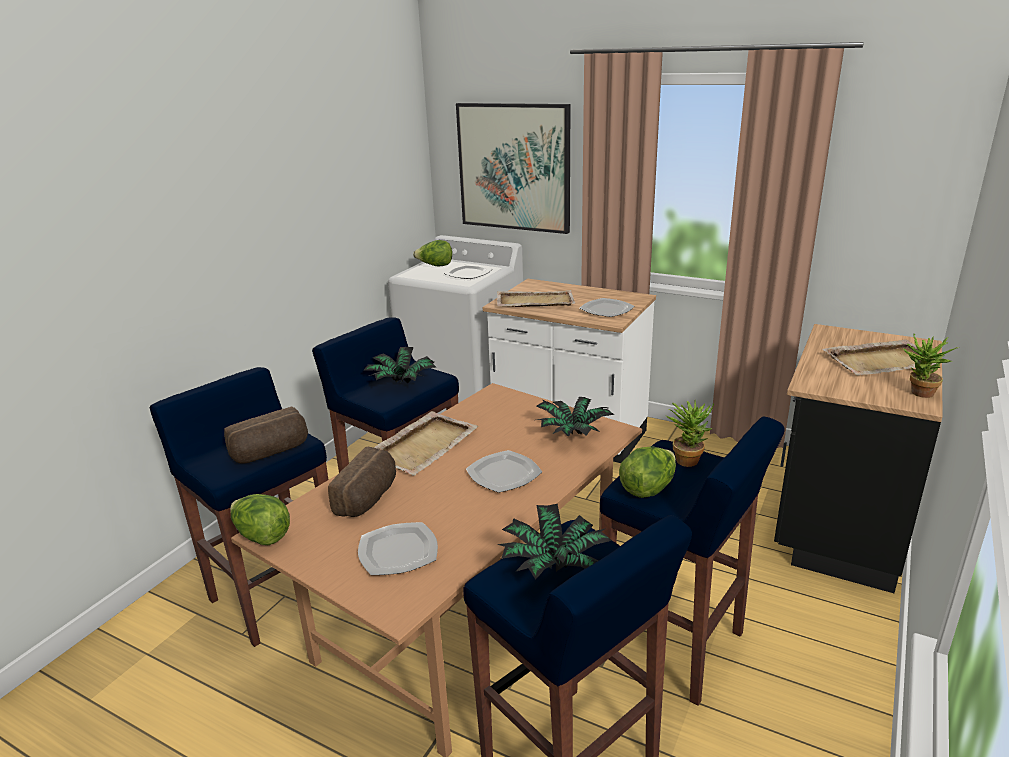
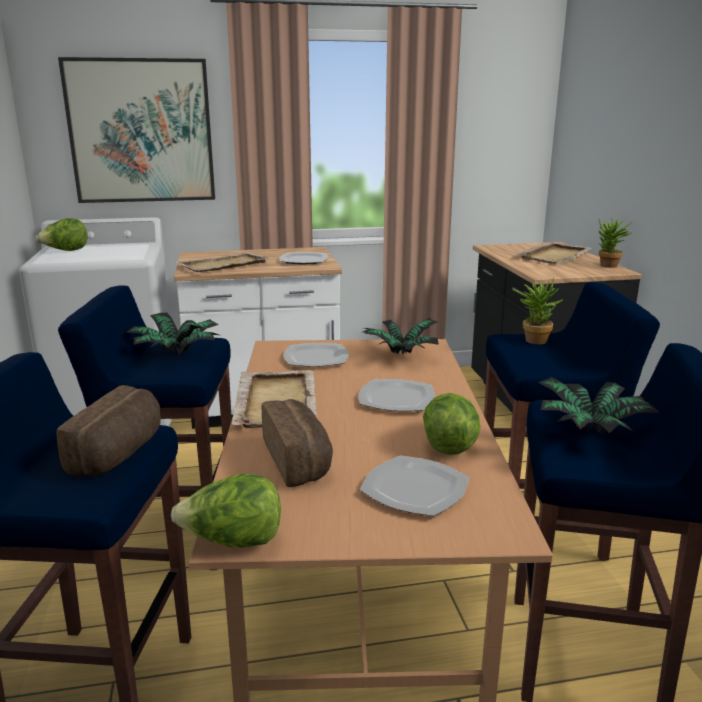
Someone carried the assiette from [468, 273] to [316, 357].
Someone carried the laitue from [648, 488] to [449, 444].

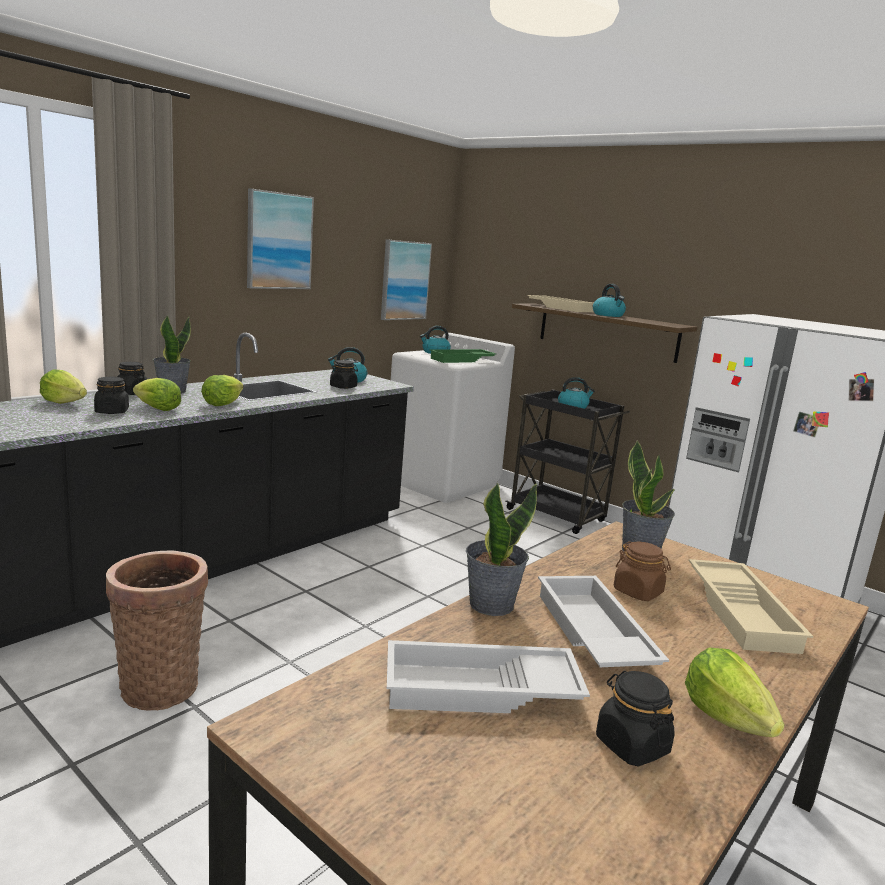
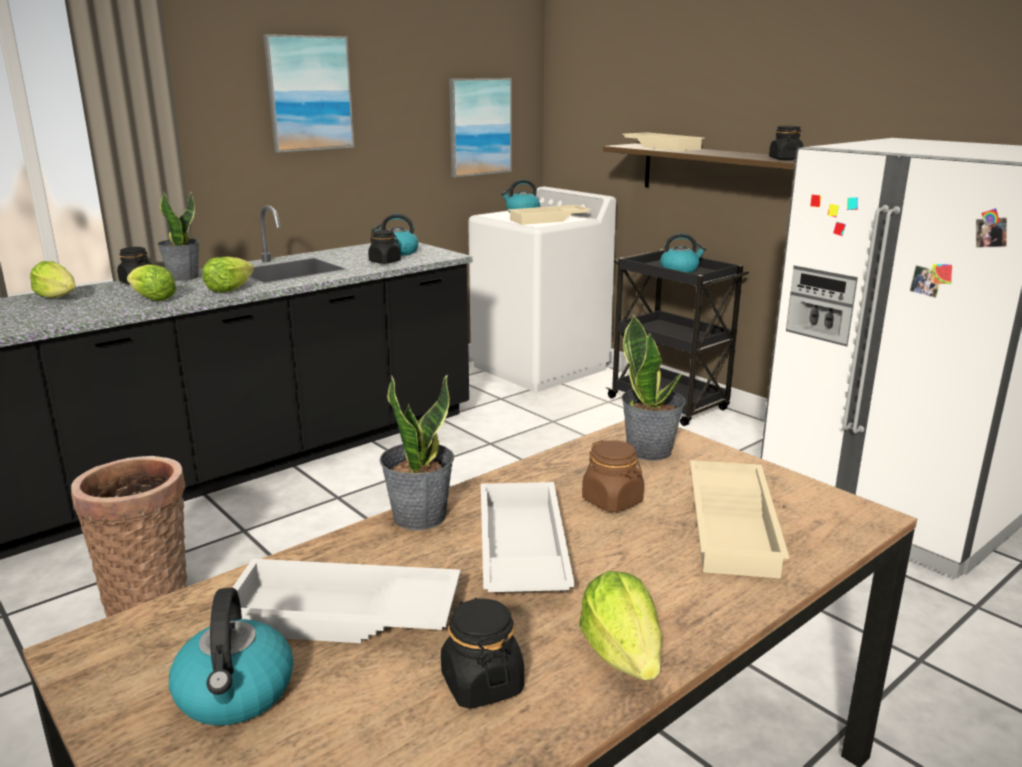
Someone carried the bouilloire from [608, 315] to [236, 694].
Someone repainted the plateau (vert) at [462, 360], which became the plateau (beige) at [549, 220].
Someone carried the bocal (noir) from [112, 411] to [785, 159].

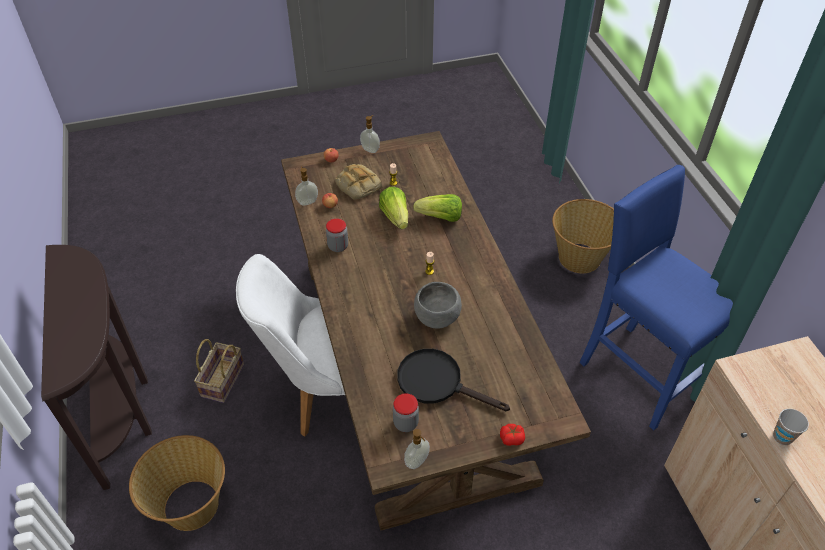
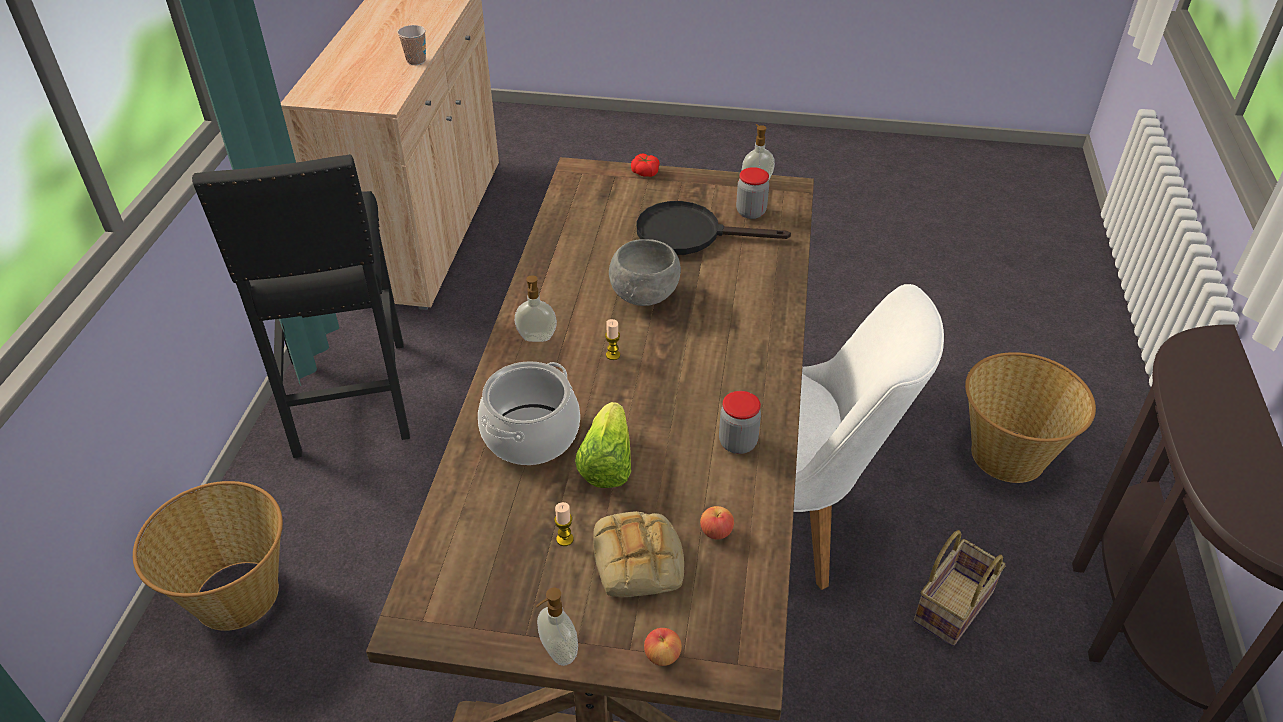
Someone repainted the tabouret (bleu) at [639, 373], which became the tabouret (noir) at [349, 400].
Someone carried the distributeur de savon from [307, 202] to [537, 338].
Someone swapped the laitue at [440, 217] for the marmite at [530, 434].
Someone rotated the poêle (noir) at [438, 382] by 135 degrees clockwise.

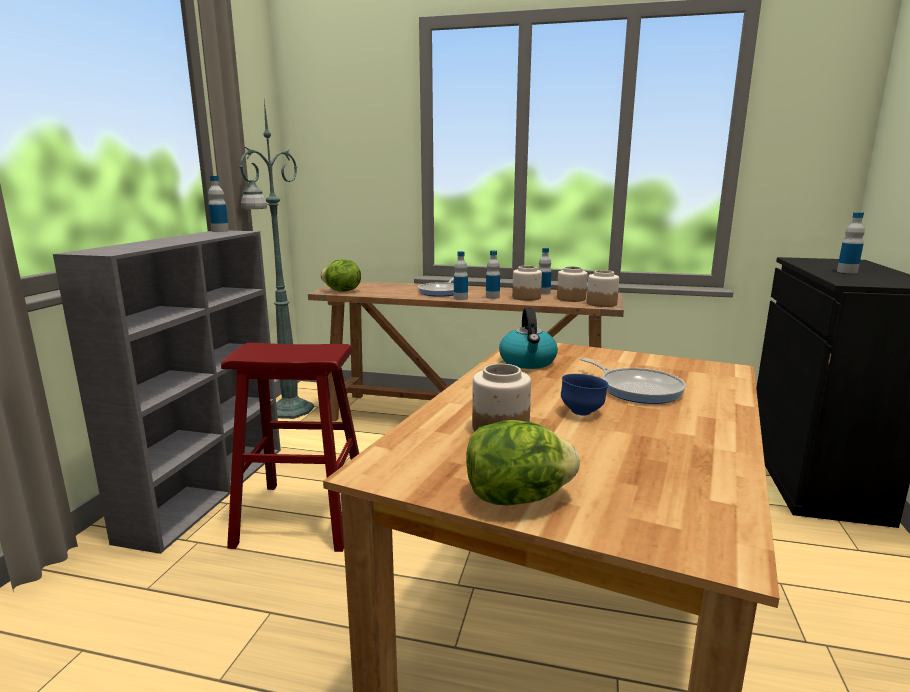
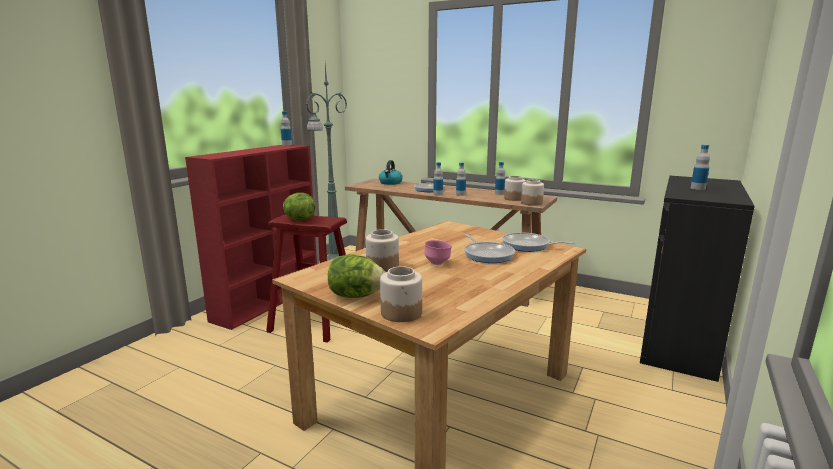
Someone repainted the bibliothèque (gris) at [208, 489], which became the bibliothèque (rouge) at [268, 301].
Someone carried the laitue from [341, 291] to [299, 220].
Someone carried the bocal from [526, 297] to [402, 313].
Someone carried the bouilloire from [528, 362] to [390, 183].
Someone repainted the bol (bleu) at [582, 412], which became the bol (rose) at [437, 263].
Someone put down the poêle at [528, 245].

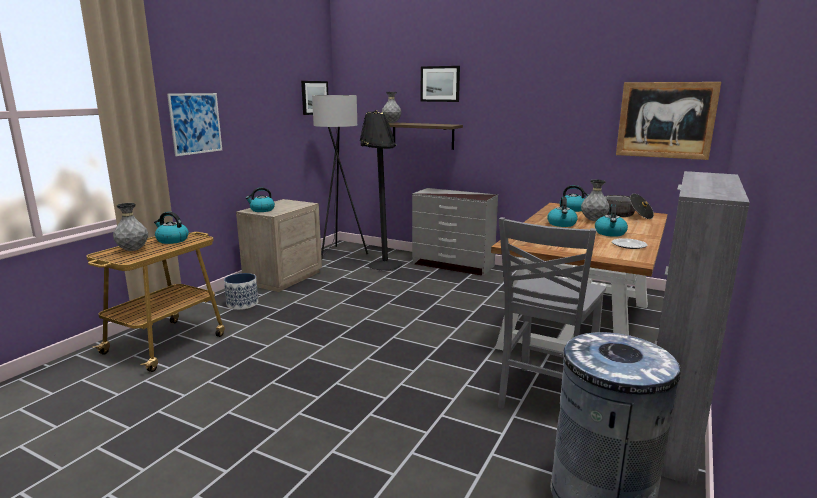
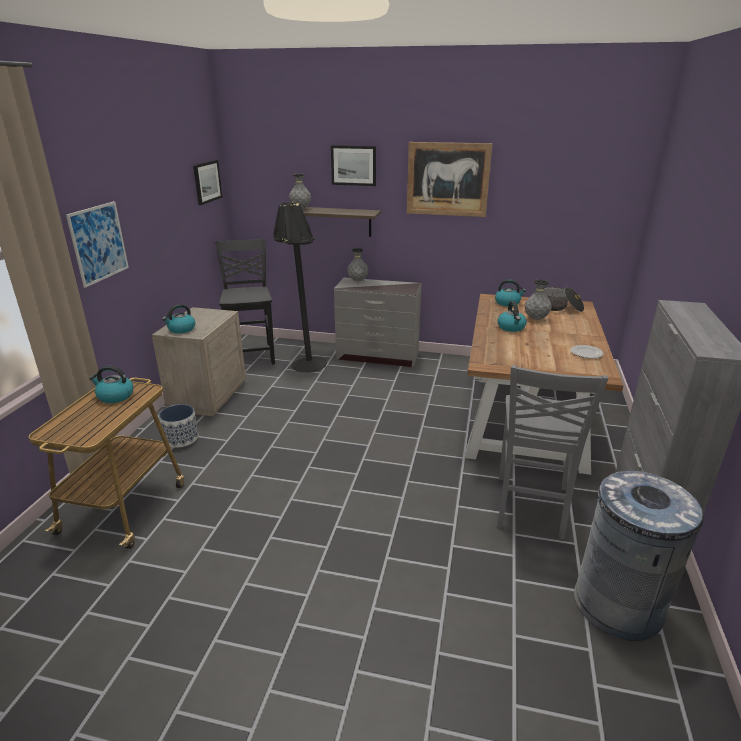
Someone carried the tableau from [665, 120] to [447, 179].
Someone swapped the lampadaire (gris) at [339, 254] for the chaise (noir) at [252, 355].
Someone carried the vase (gris) from [133, 250] to [357, 281].
Someone took away the bouilloire at [610, 233].

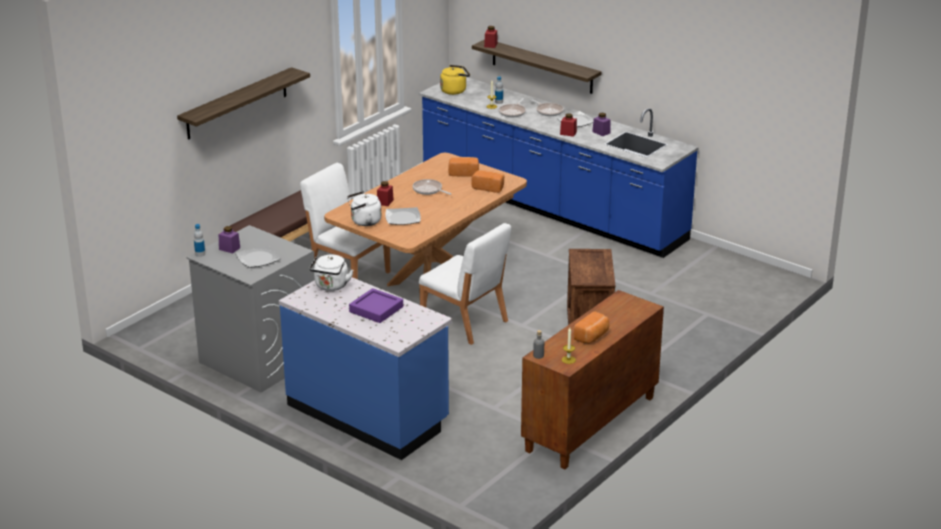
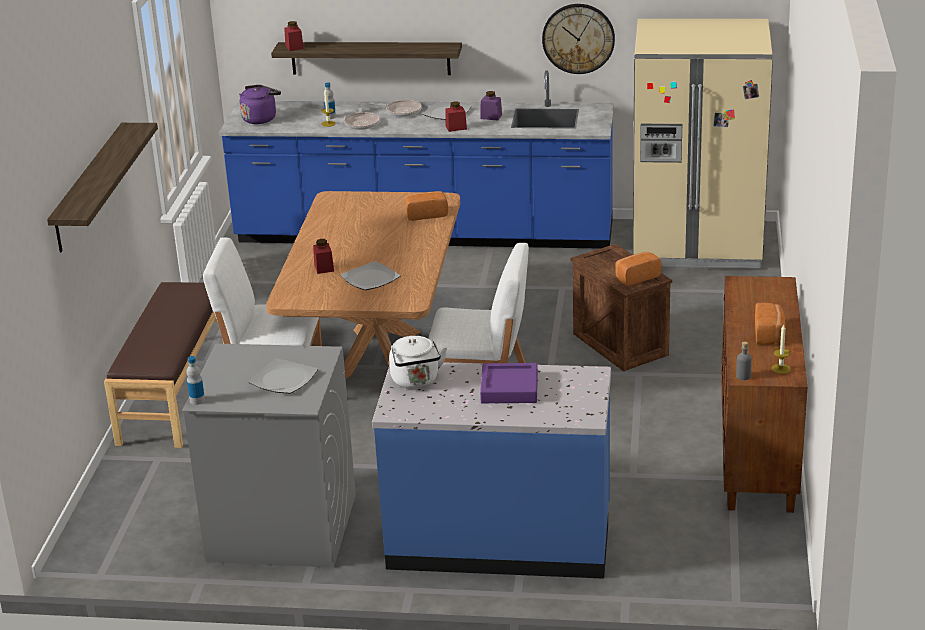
Someone repainted the bouilloire (jaune) at [455, 91], which became the bouilloire (violet) at [260, 118].
Someone carried the pain from [464, 173] to [636, 277].
Someone took away the poêle at [428, 190].
Someone took away the bouilloire (blanc) at [364, 222].
Someone took away the bocal (violet) at [229, 248].
Someone put up the horloge murale at [578, 38].
Someone put down the réfrigérateur (beige) at [697, 245].

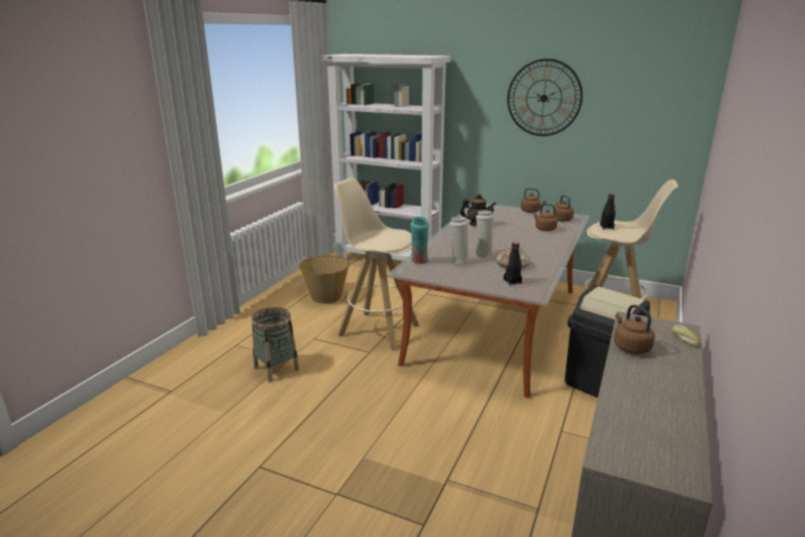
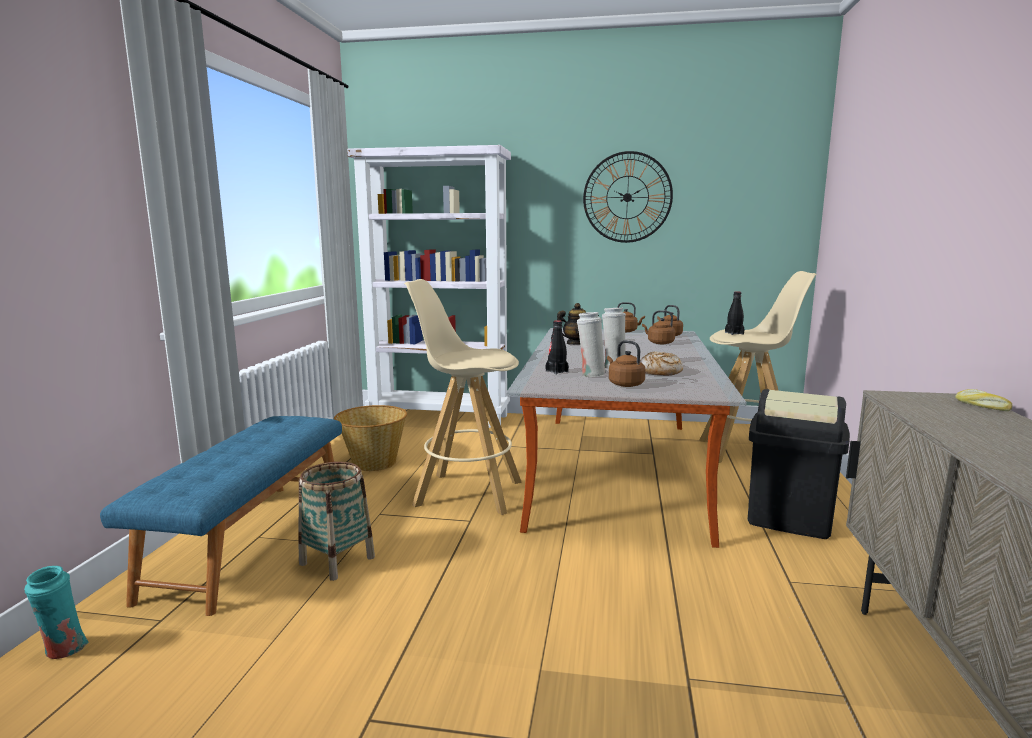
Someone carried the vase (turquoise) from [419, 261] to [64, 650].
Someone carried the bouteille (noir) from [512, 282] to [557, 371].
Someone carried the bouilloire (marron) from [630, 347] to [624, 384].
Someone put down the banc (bleu) at [250, 539].

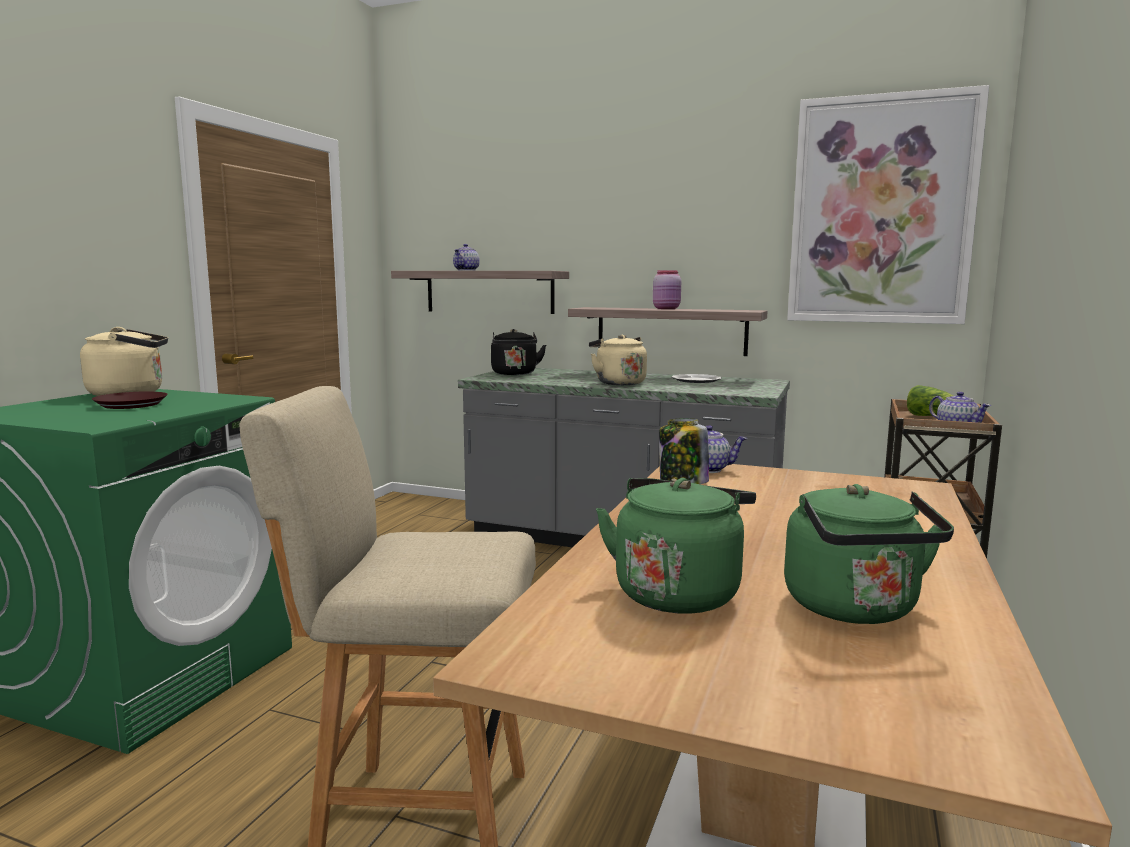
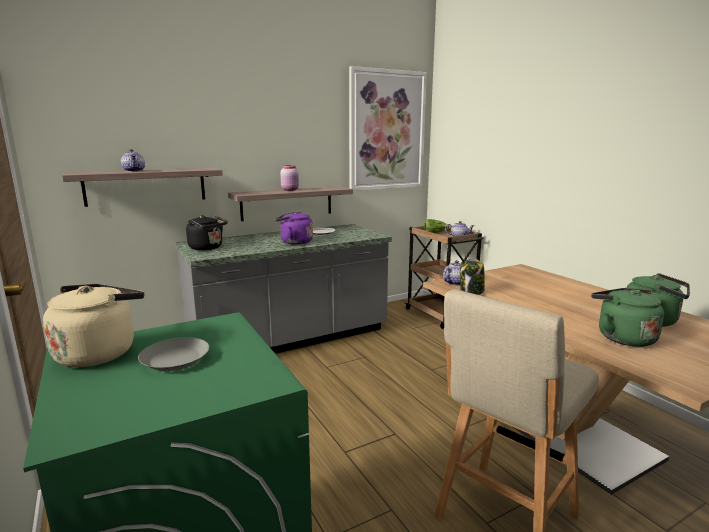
Someone repainted the bouilloire (beige) at [618, 383], which became the bouilloire (violet) at [294, 242].
Someone repainted the assiette (marron) at [132, 405], which became the assiette (gris) at [175, 359].

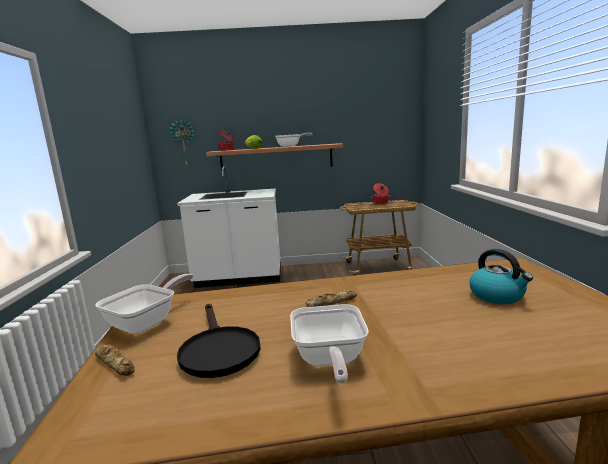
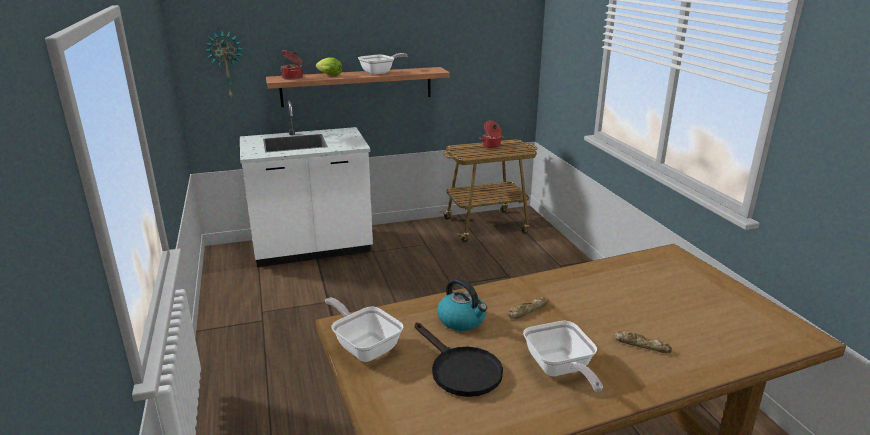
Someone carried the bouilloire from [497, 296] to [462, 320].
Someone rotated the poêle at [148, 322] by 60 degrees counterclockwise.
Someone carried the pain from [116, 364] to [641, 345].

